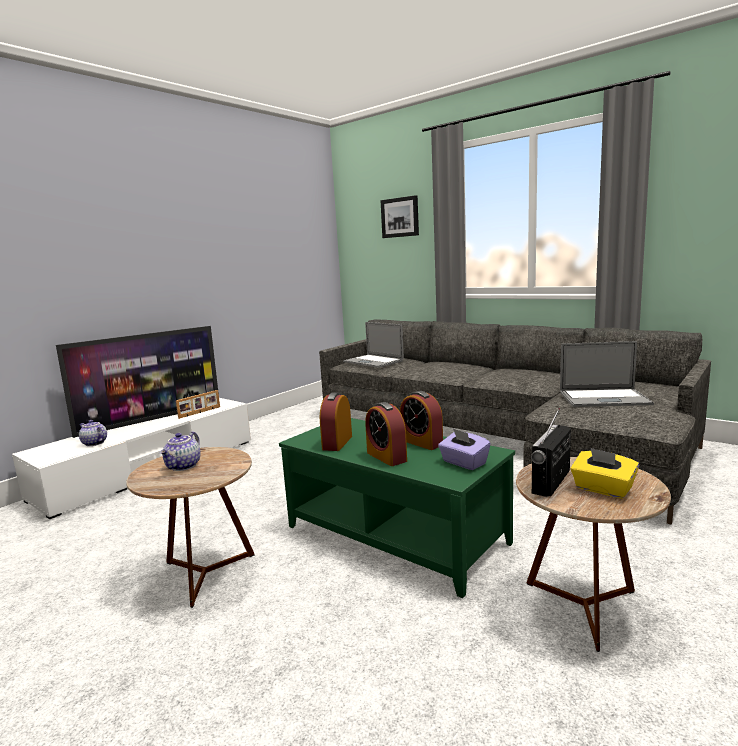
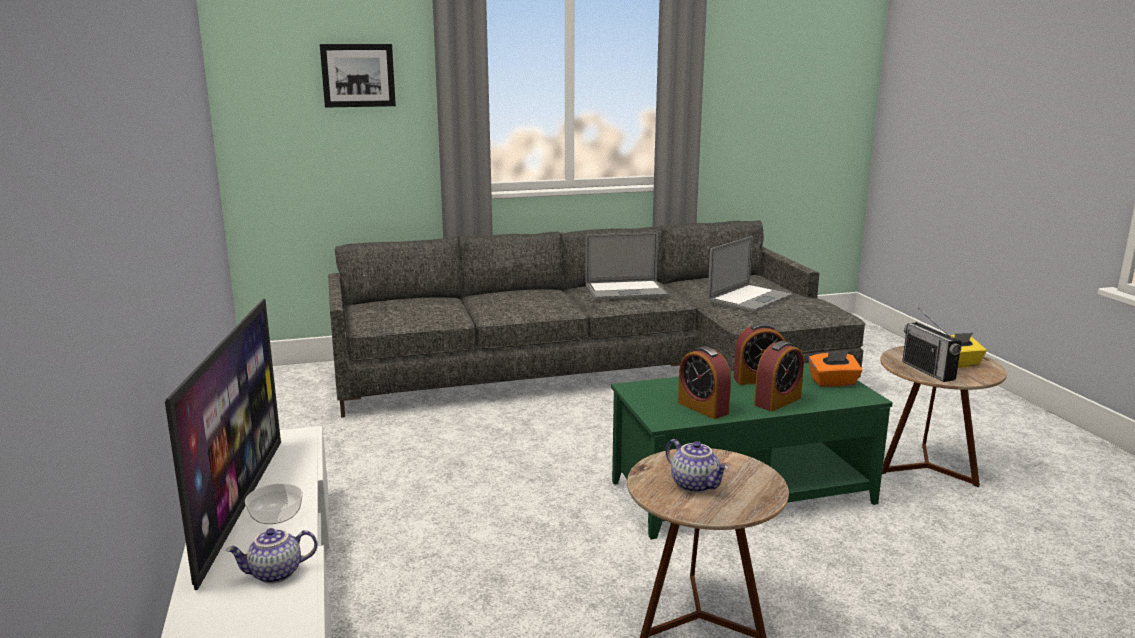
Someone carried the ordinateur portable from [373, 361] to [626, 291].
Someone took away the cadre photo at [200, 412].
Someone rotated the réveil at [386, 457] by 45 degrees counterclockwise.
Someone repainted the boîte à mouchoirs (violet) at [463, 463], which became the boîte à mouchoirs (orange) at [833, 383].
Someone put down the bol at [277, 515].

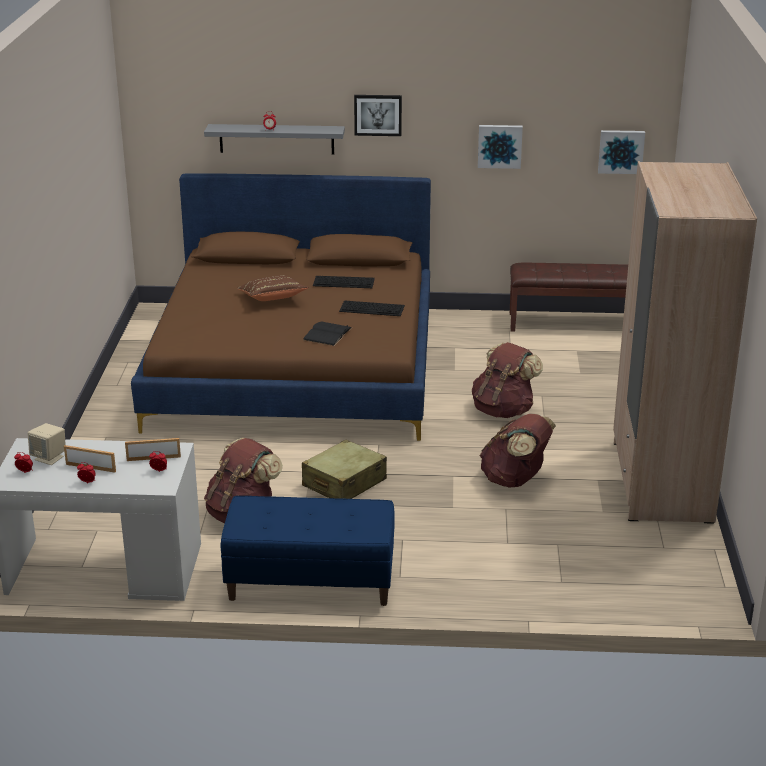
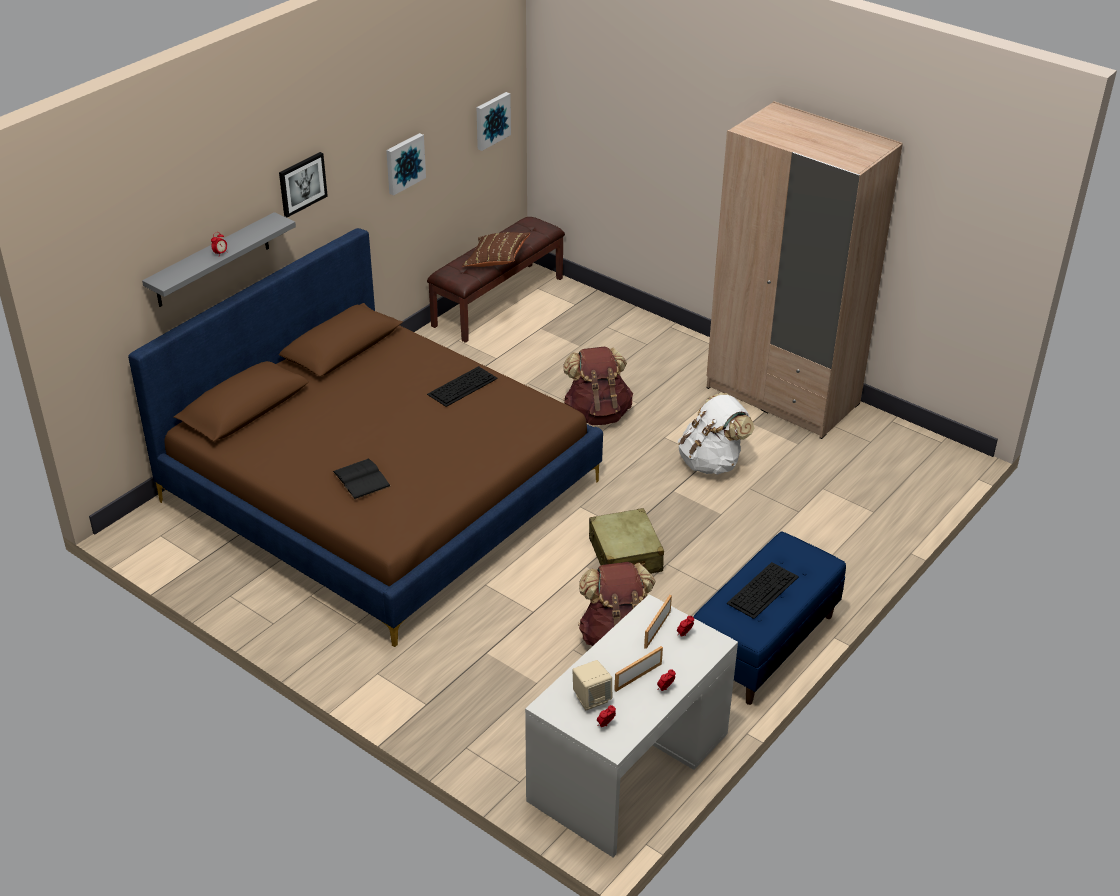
Someone carried the coussin (marron) from [272, 299] to [496, 260].
Someone carried the clavier from [344, 282] to [763, 589].
Someone carried the livre (noir) from [327, 334] to [361, 479].
Someone repainted the sac à dos (marron) at [515, 480], which became the sac à dos (blanc) at [712, 462].

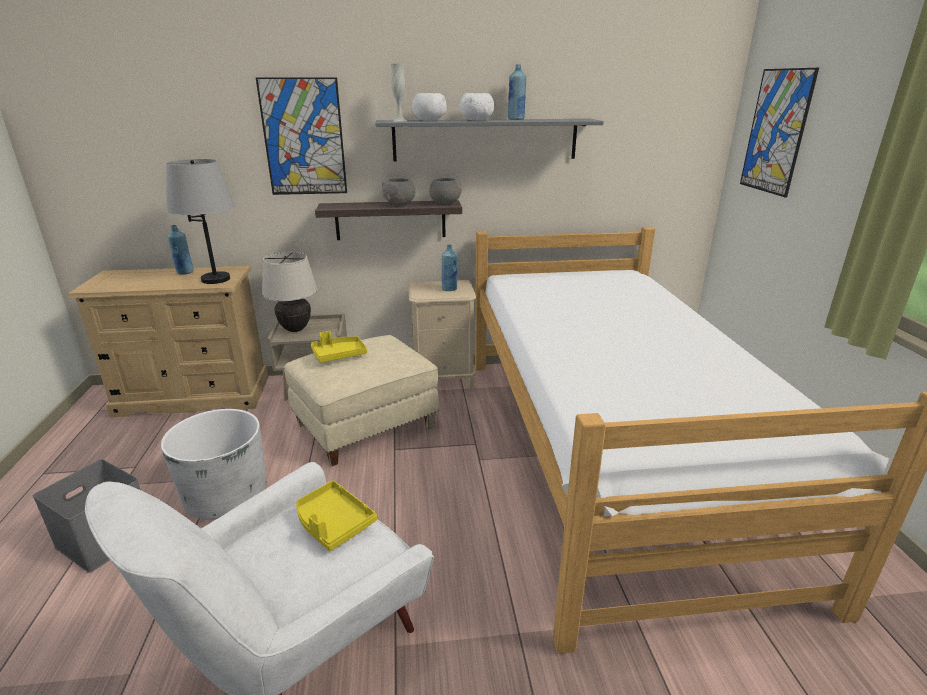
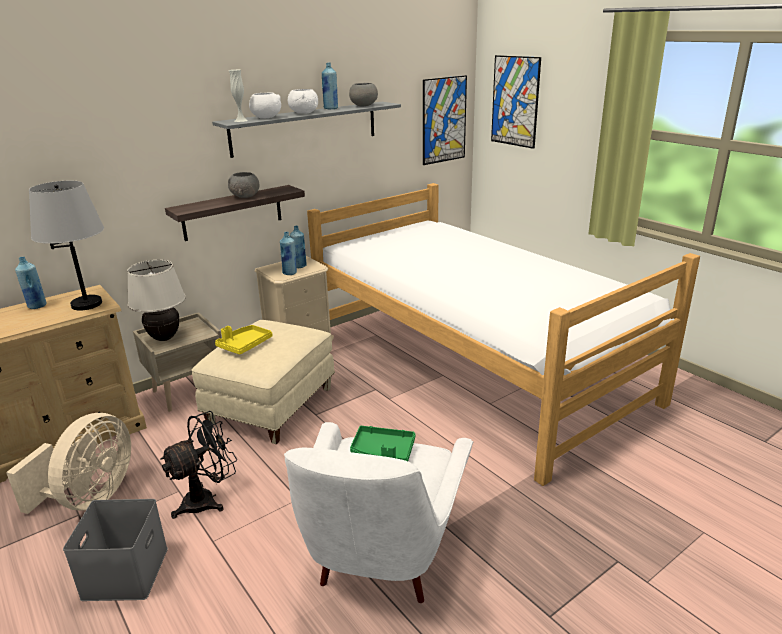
Someone carried the tableau from [303, 138] to [444, 120].
Someone carried the bol (gris) from [445, 203] to [363, 105].
Someone swapped the cache-pot (blanc) at [226, 497] for the ventilateur (noir) at [207, 499].
Someone repainted the plateau (jaune) at [333, 523], which became the plateau (vert) at [383, 452].
Someone put down the bouteille (bleu) at [290, 273].
Someone put down the ventilateur (beige) at [90, 498].

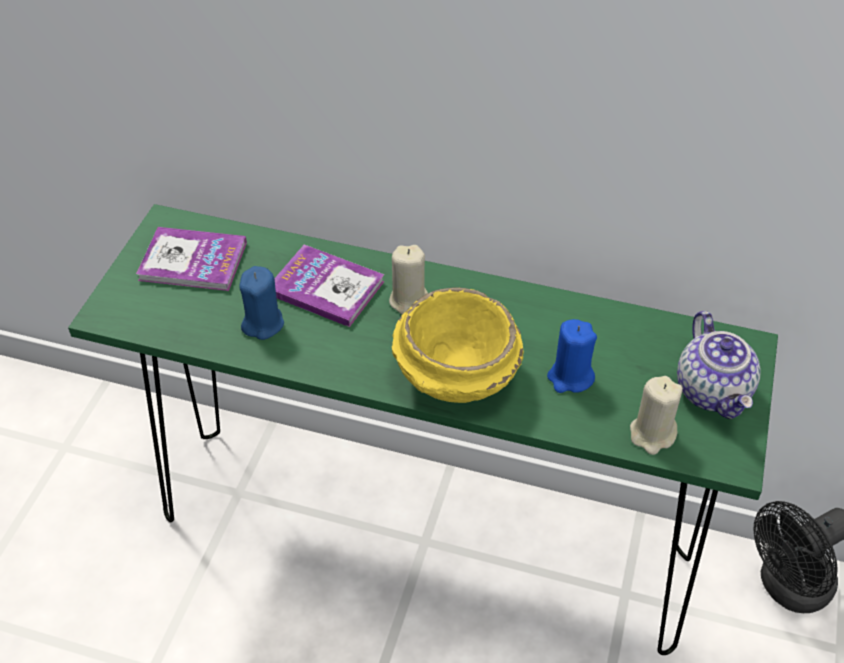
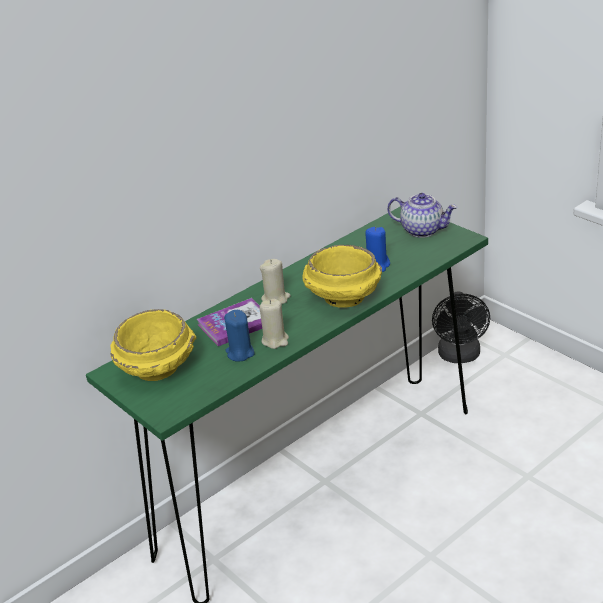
Someone swapped the livre at [193, 261] for the bol (jaune) at [158, 368].
Someone carried the bougie (beige) from [652, 434] to [275, 340].

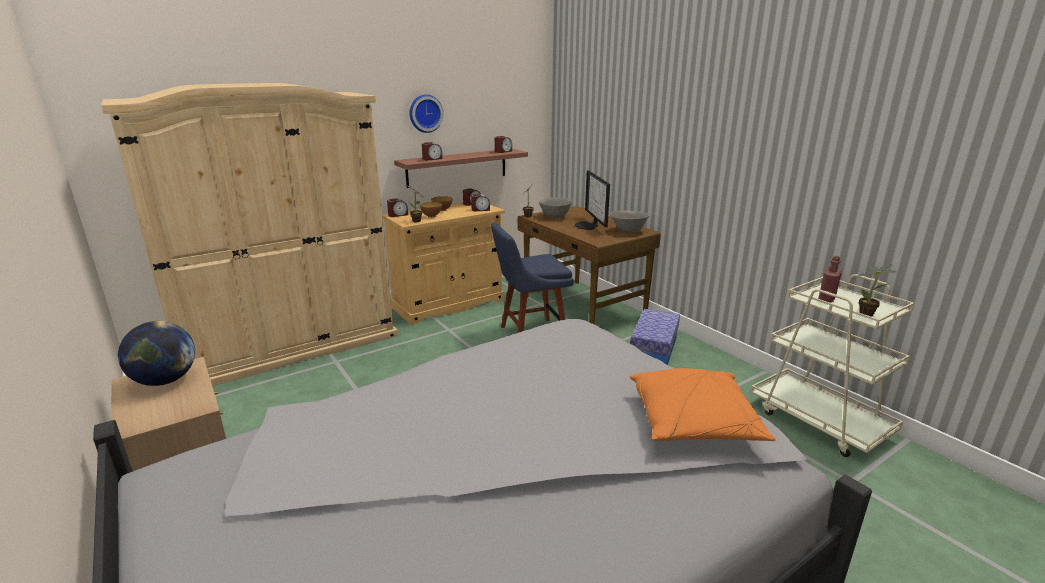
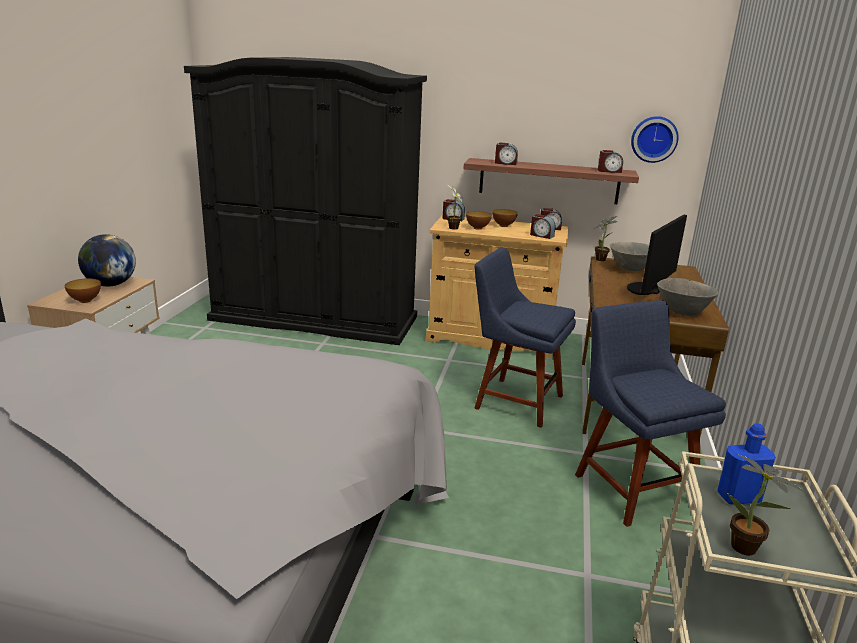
Someone repainted the armoire (beige) at [290, 347], which became the armoire (noir) at [314, 318].
Someone carried the horloge murale from [425, 113] to [654, 139].
Someone repainted the bouteille (rouge) at [826, 298], which became the bouteille (bleu) at [738, 497].
Someone swapped the boîte de rangement at [653, 348] for the chaise (bleu) at [631, 486].
Someone took away the coussin (orange) at [694, 423].
Someone put down the bol at [85, 300].

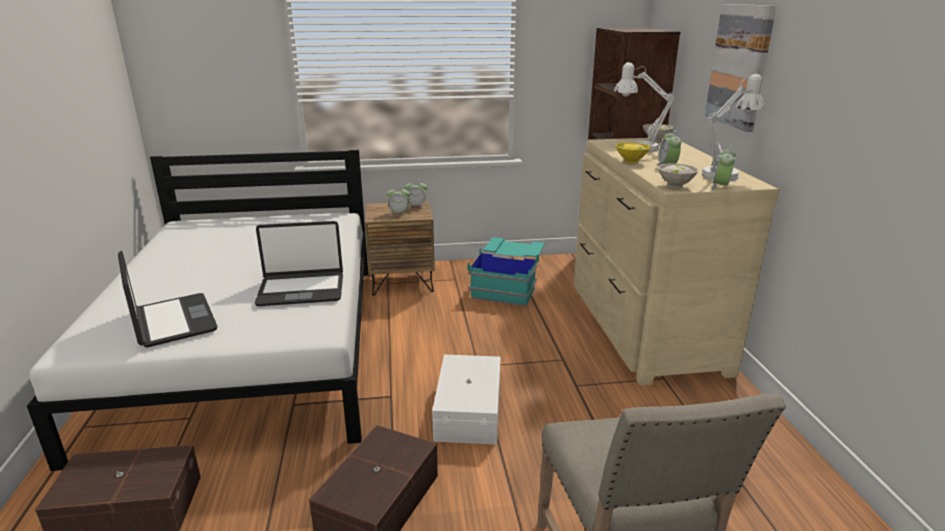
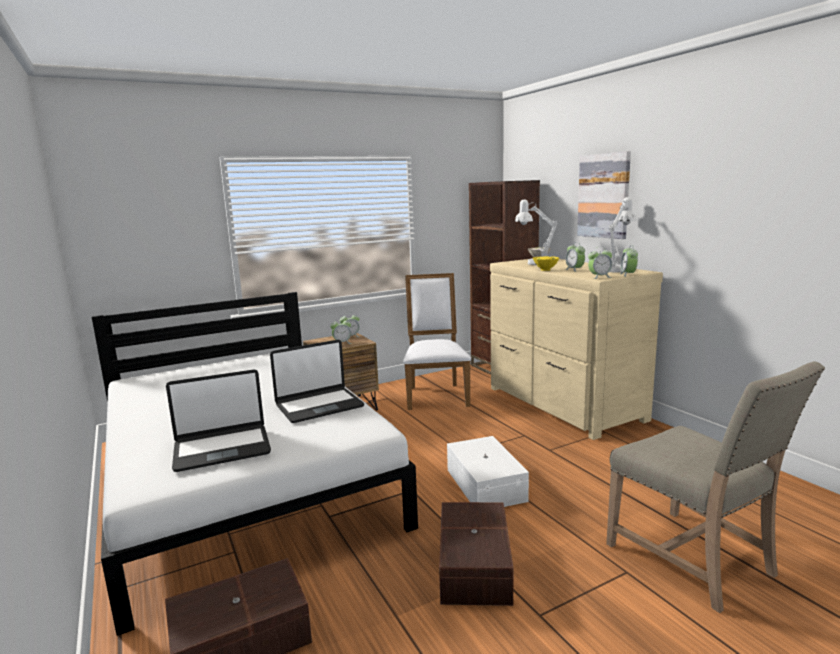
Someone swapped the bol (blanc) at [676, 185] for the réveil at [599, 277].
Someone swapped the boîte de rangement (turquoise) at [508, 285] for the chaise (blanc) at [436, 395].
Someone rotated the ordinateur portable at [172, 321] by 120 degrees clockwise.

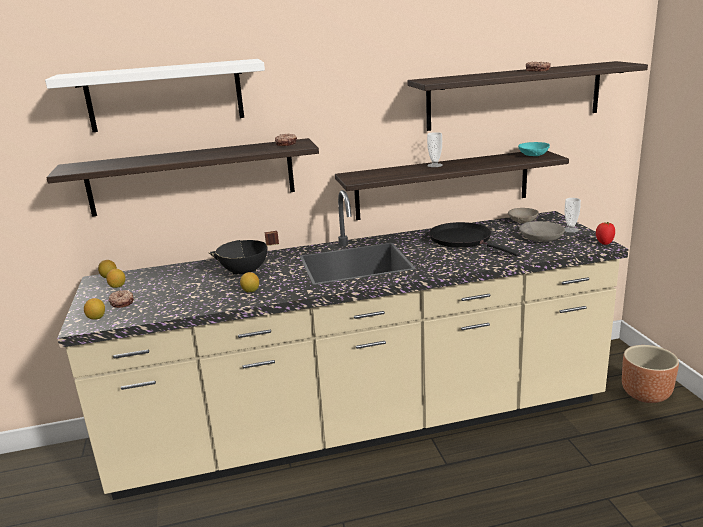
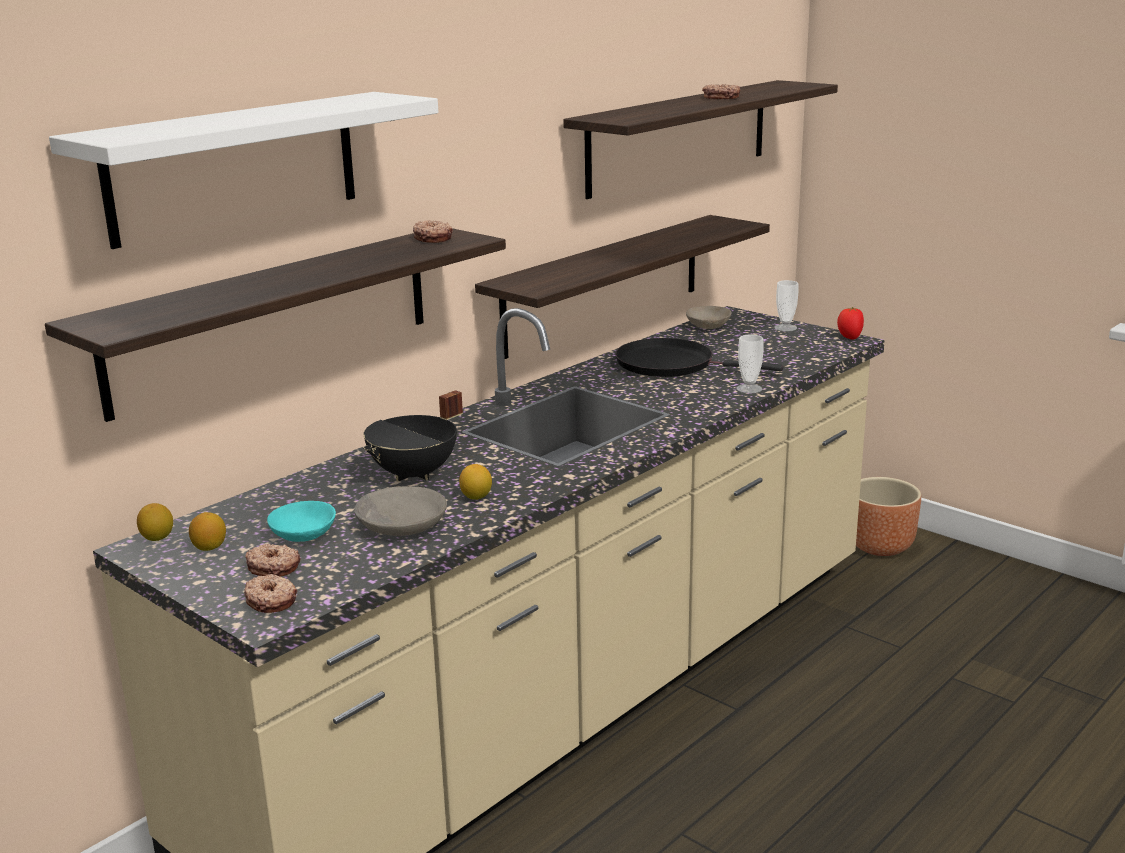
Someone carried the tasse from [435, 165] to [749, 389].
Someone carried the bol (turquoise) from [533, 154] to [303, 534].
Someone carried the bol (gris) from [540, 237] to [400, 524].
Someone swapped the citron at [96, 318] for the beignet at [271, 601].

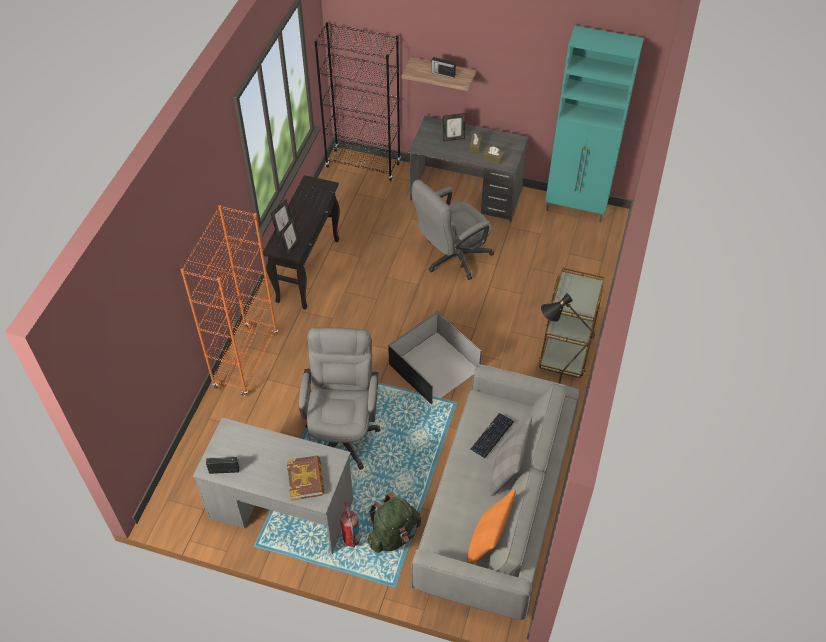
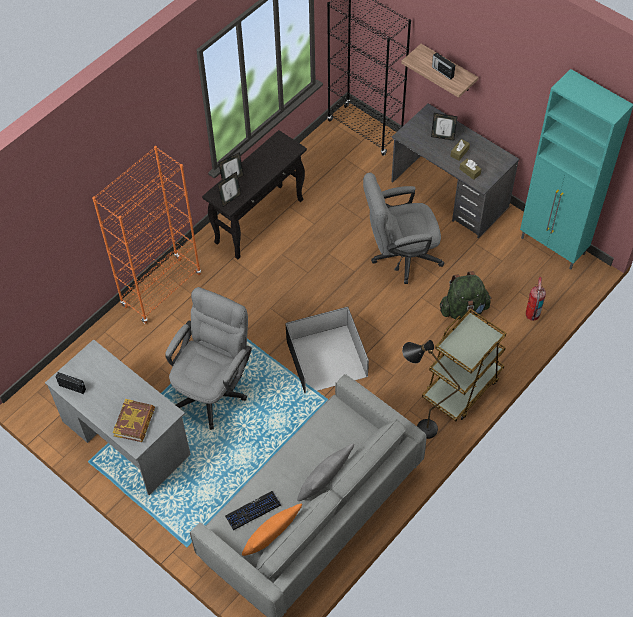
Someone carried the clavier from [492, 436] to [253, 511].
Someone carried the sac à dos (vert) from [394, 535] to [463, 309].
Someone carried the extincteur from [351, 540] to [532, 315].

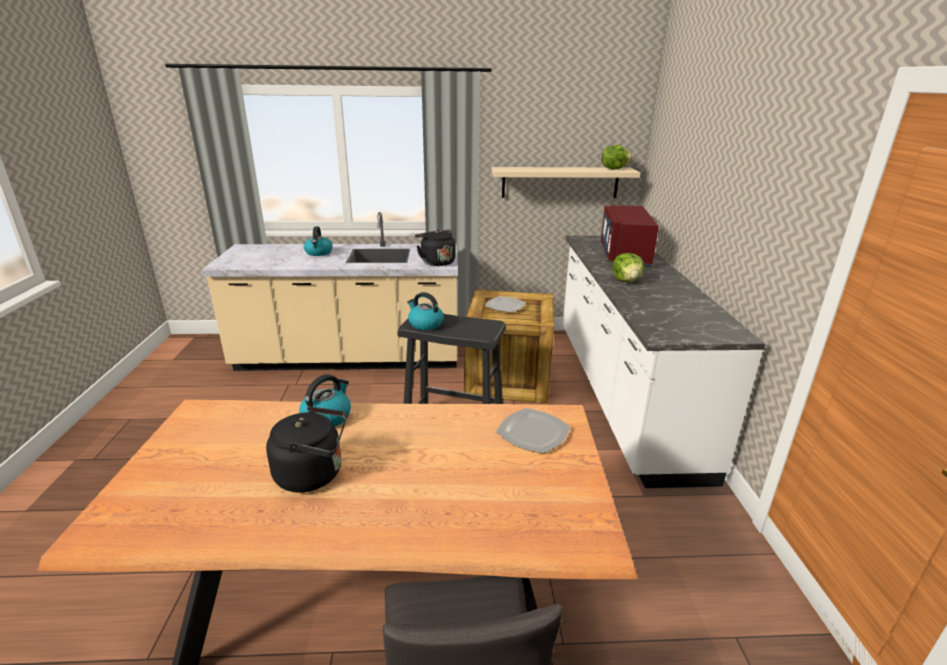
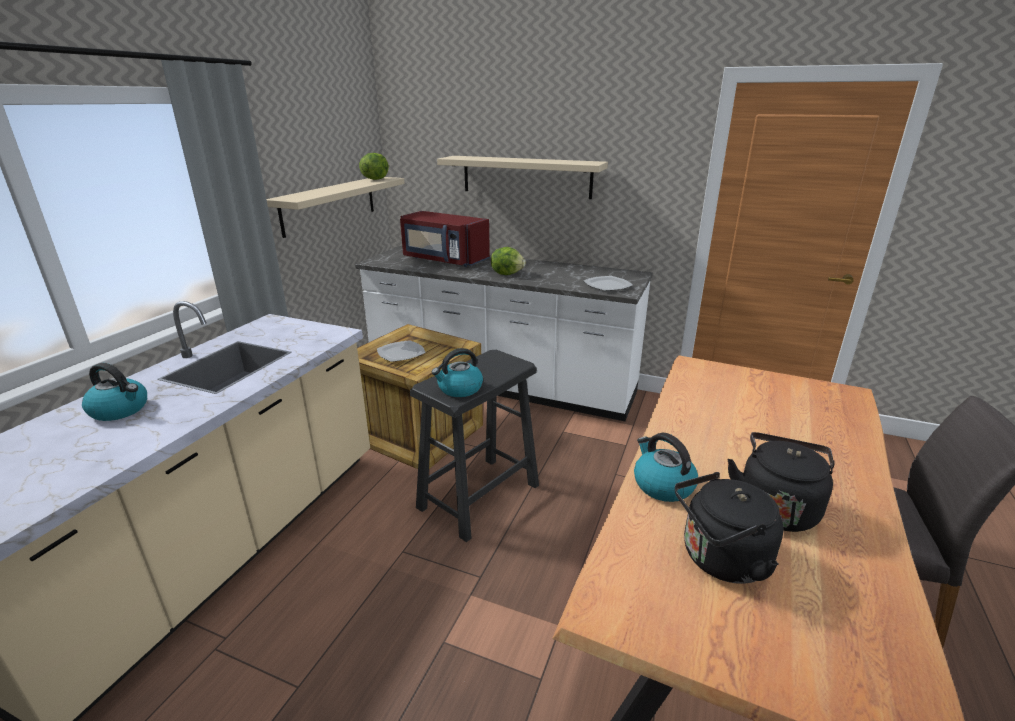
Someone carried the bouilloire (noir) from [436, 262] to [720, 560].
Someone carried the assiette from [532, 433] to [607, 285].
Someone put up the étagère (beige) at [526, 176].

